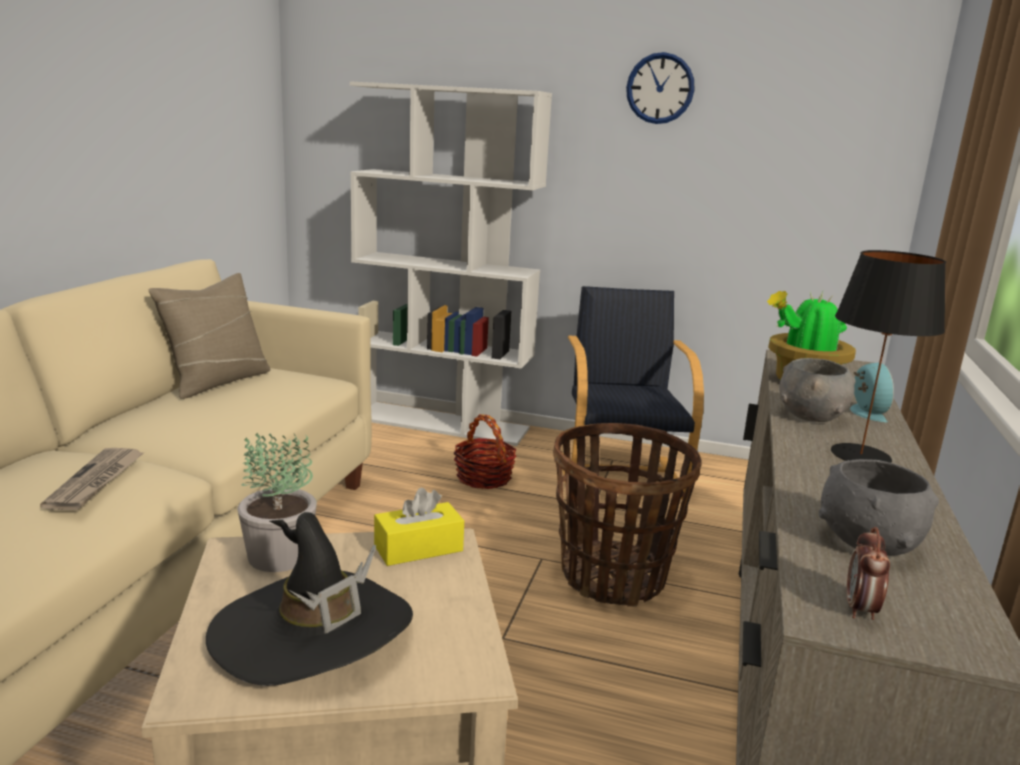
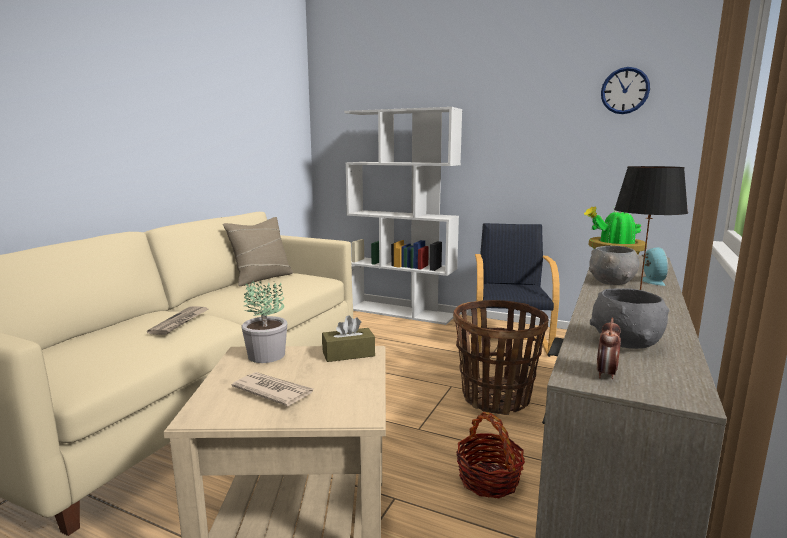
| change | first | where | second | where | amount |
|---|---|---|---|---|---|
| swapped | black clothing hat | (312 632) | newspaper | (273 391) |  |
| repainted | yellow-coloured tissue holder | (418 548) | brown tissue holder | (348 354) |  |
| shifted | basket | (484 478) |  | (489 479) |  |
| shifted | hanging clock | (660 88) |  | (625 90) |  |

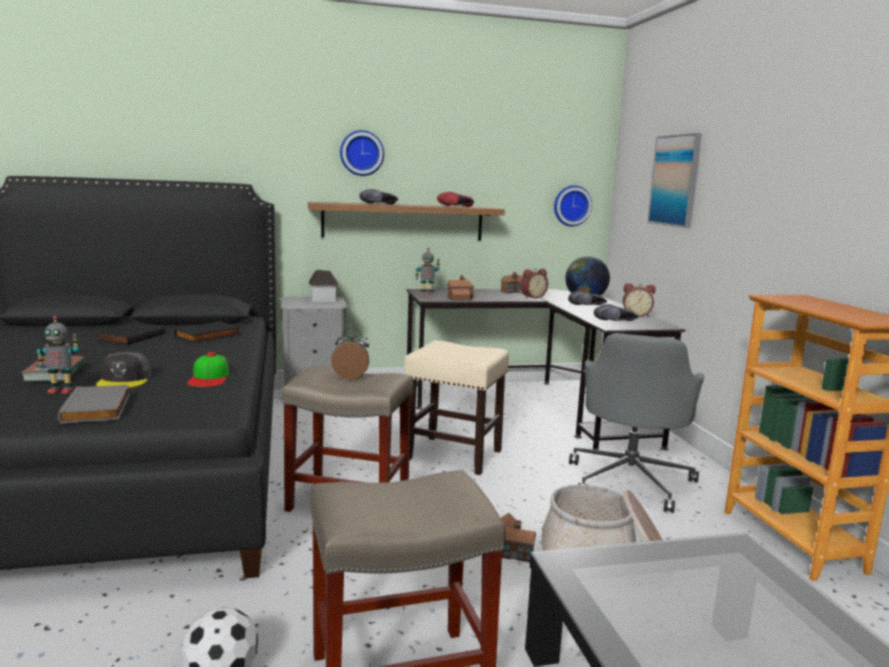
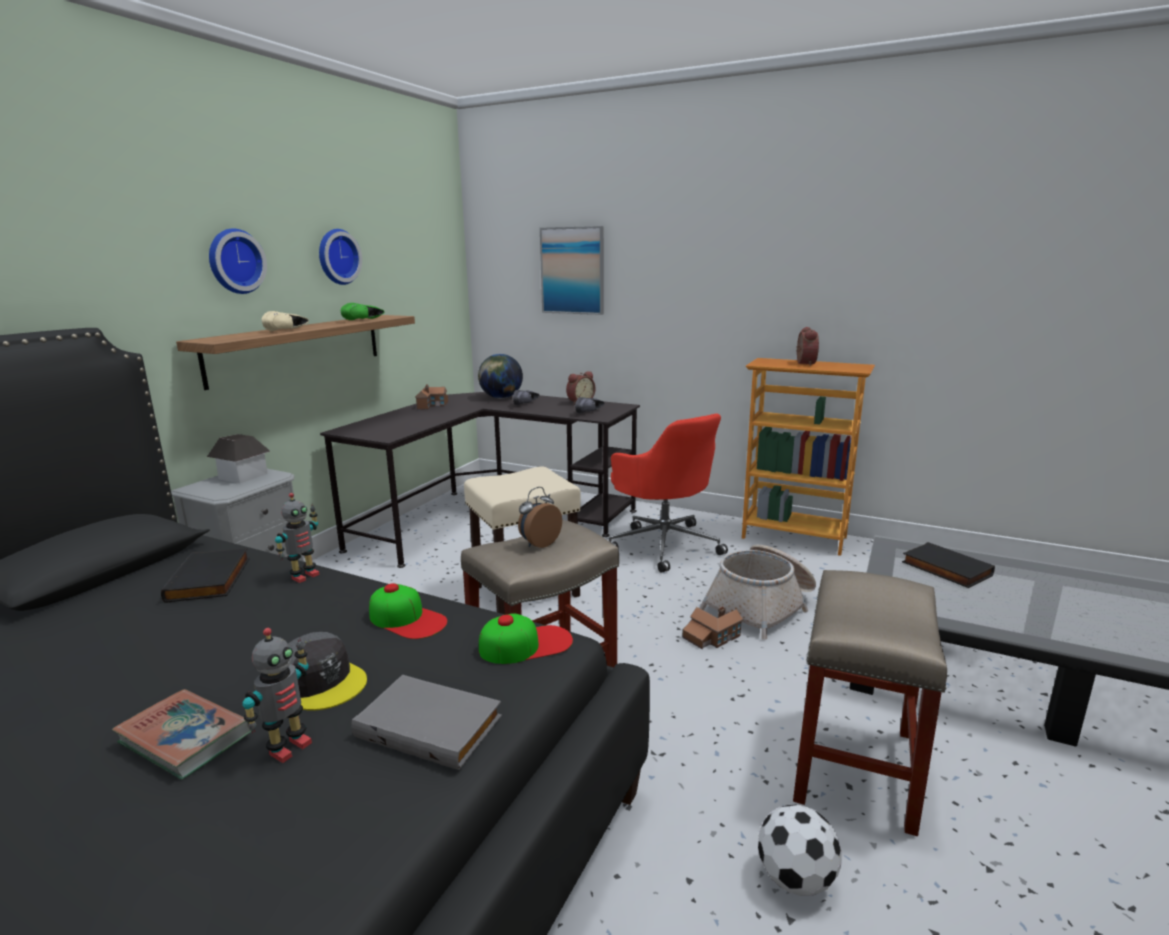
| change | first | where | second | where | amount |
|---|---|---|---|---|---|
| shifted | black book | (131 337) |  | (944 569) |  |
| repainted | black shoe | (380 204) | beige shoe | (287 330) |  |
| shifted | model robot | (426 294) |  | (304 576) |  |
| repainted | red-coloured shoe | (456 206) | green shoe | (364 320) |  |
| gone | model house | (460 297) |  |  |  |
| shifted | table clock | (532 297) |  | (803 363) |  |
| shifted | hanging clock | (571 205) |  | (336 257) |  |
| repainted | grey office chair | (630 480) | red-coloured office chair | (664 544) |  |
| new |  |  | cap | (526 644) |  |

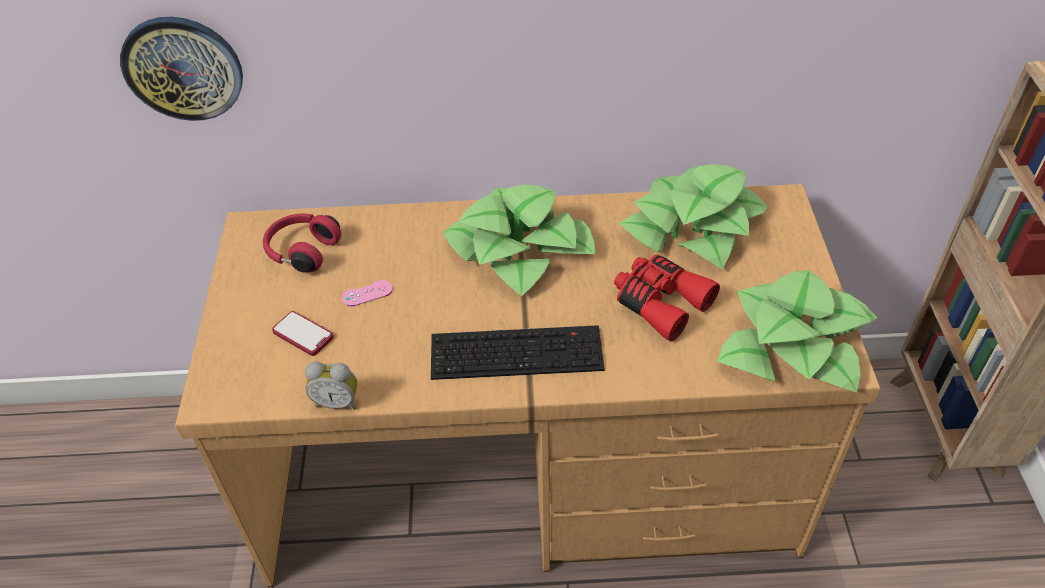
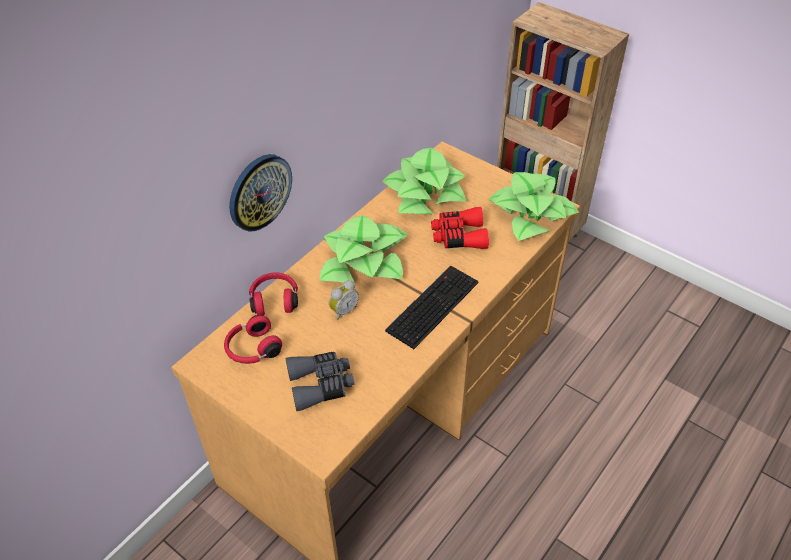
| change | first | where | second | where | amount |
|---|---|---|---|---|---|
| shifted | hanging clock | (183 68) |  | (259 192) |  |
| swapped | phone | (303 334) | grey pair of binoculars | (321 384) |  |
| shifted | table clock | (337 401) |  | (343 310) |  |
| gone | pink game controller | (367 293) |  |  |  |
| new |  |  | red-coloured pair of headphones | (274 300) |  |

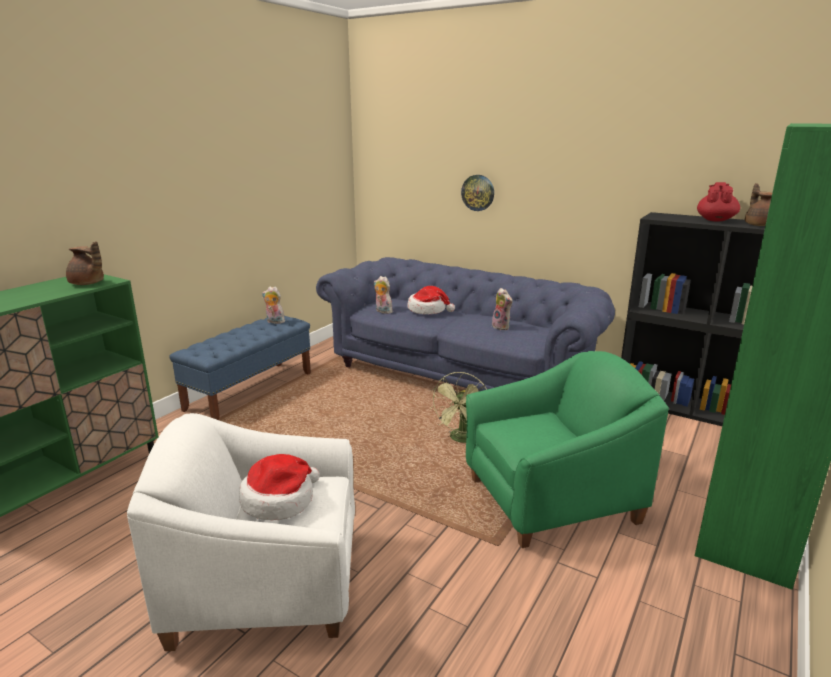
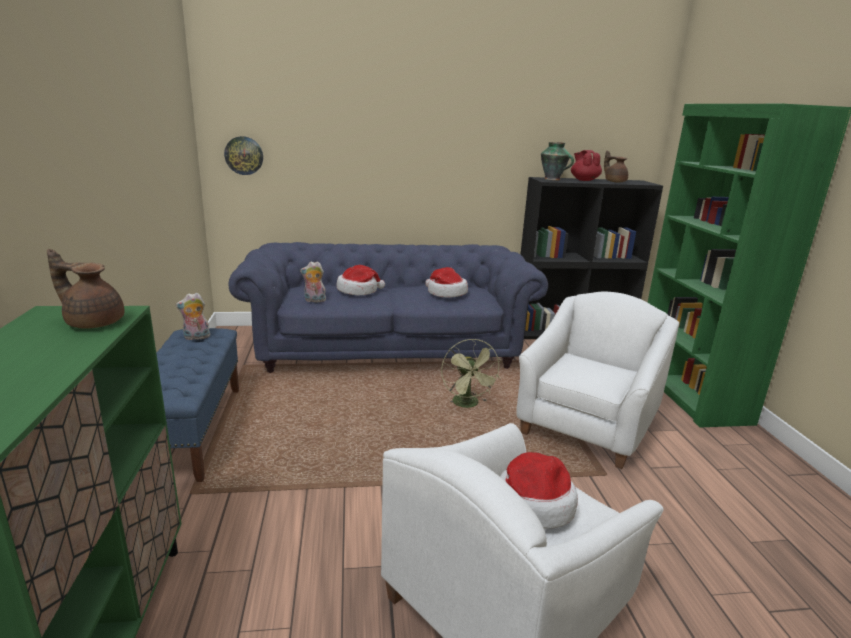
| change | first | where | second | where | amount |
|---|---|---|---|---|---|
| rotated | brown pot for tea | (88 283) |  | (93 322) | 150 degrees counterclockwise |
| shifted | hanging clock | (478 192) |  | (244 155) |  |
| repainted | green easy chair | (550 499) | white easy chair | (587 426) |  |
| swapped | soft toy | (502 327) | clothing hat | (446 293) |  |
| new |  |  | flower vase | (553 179) |  |

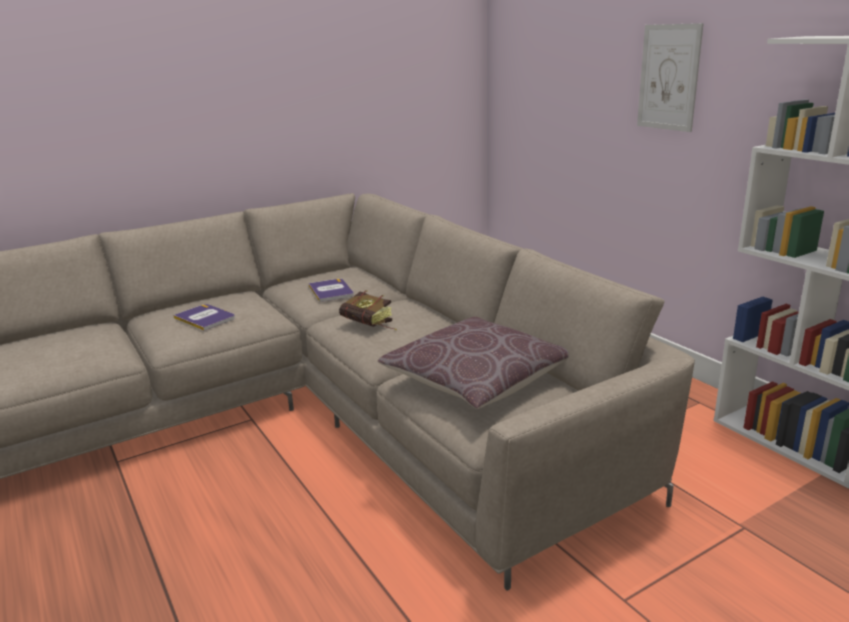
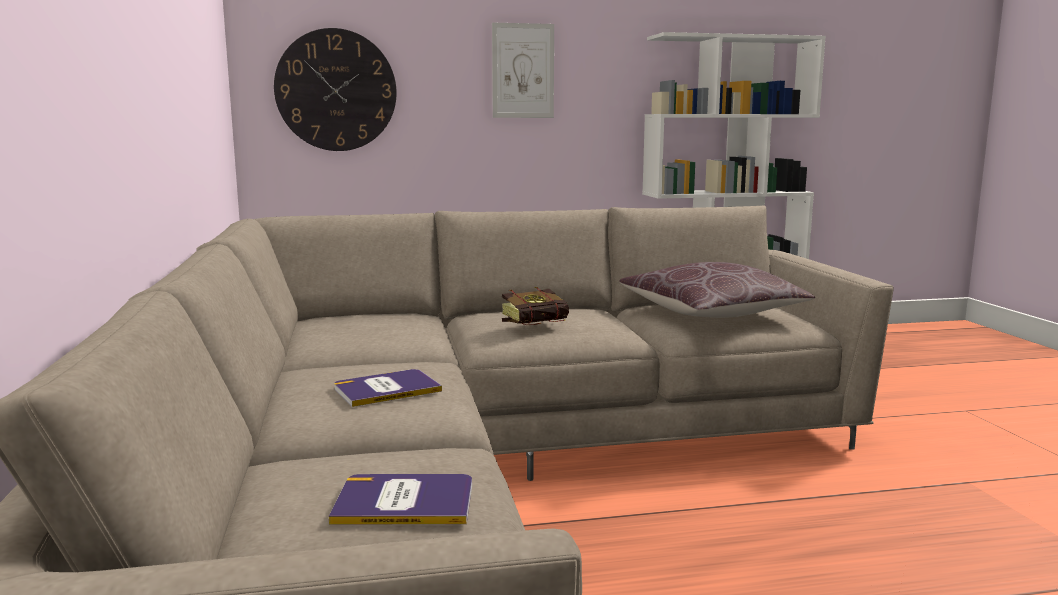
| change | first | where | second | where | amount |
|---|---|---|---|---|---|
| shifted | book | (331 291) |  | (405 501) |  |
| new |  |  | hanging clock | (336 90) |  |

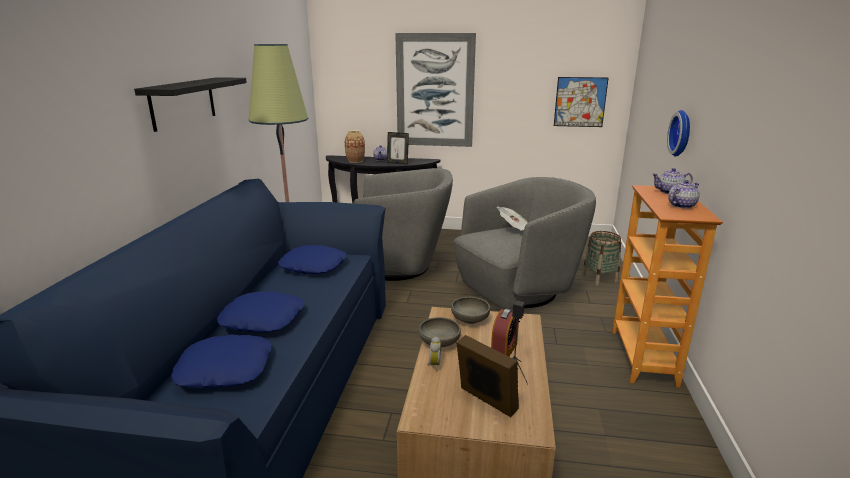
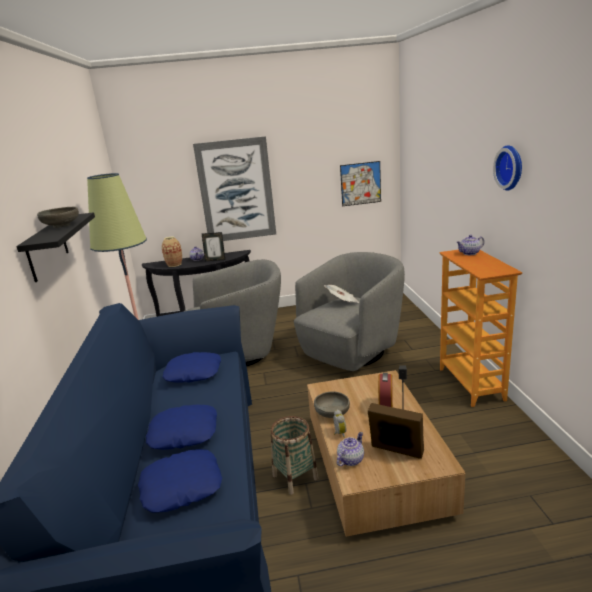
| change | first | where | second | where | amount |
|---|---|---|---|---|---|
| shifted | grey deep dish | (470 319) |  | (61 225) |  |
| shifted | basket | (599 278) |  | (295 477) |  |
| shifted | hanging clock | (682 133) |  | (511 167) |  |
| shifted | pot for tea | (681 205) |  | (350 460) |  |

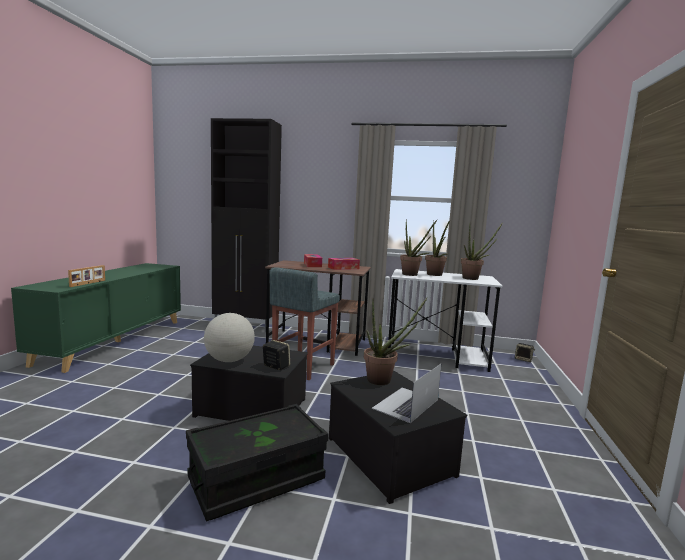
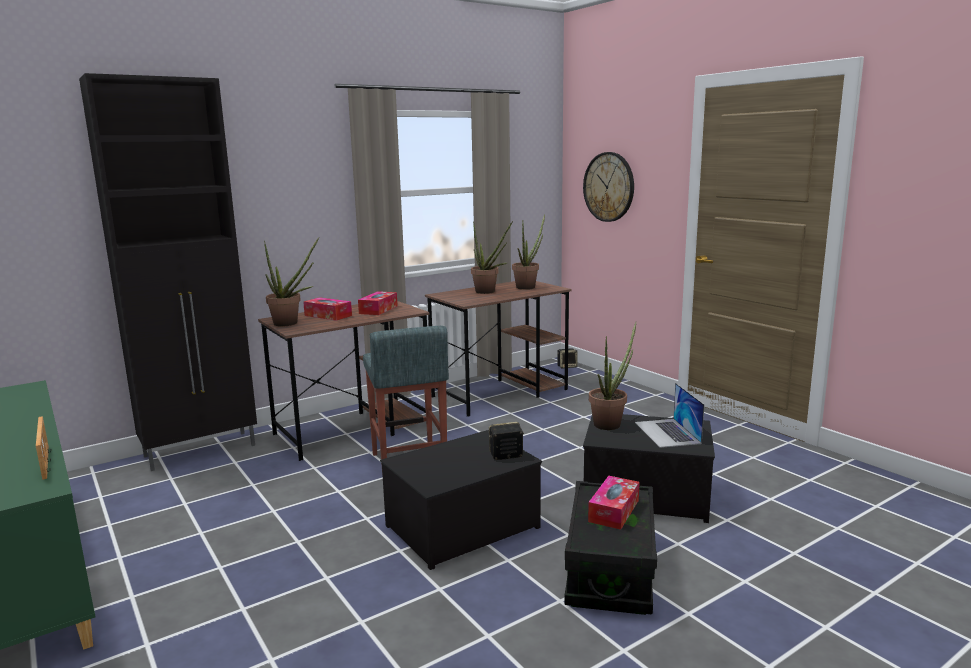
| change | first | where | second | where | amount |
|---|---|---|---|---|---|
| gone | globe | (229 360) |  |  |  |
| repainted | white desk table | (437 356) | brown desk table | (501 393) |  |
| shifted | plant in a pot | (412 275) |  | (291 323) |  |
| new |  |  | hanging clock | (609 187) |  |
| new |  |  | tissue holder | (614 511) |  |

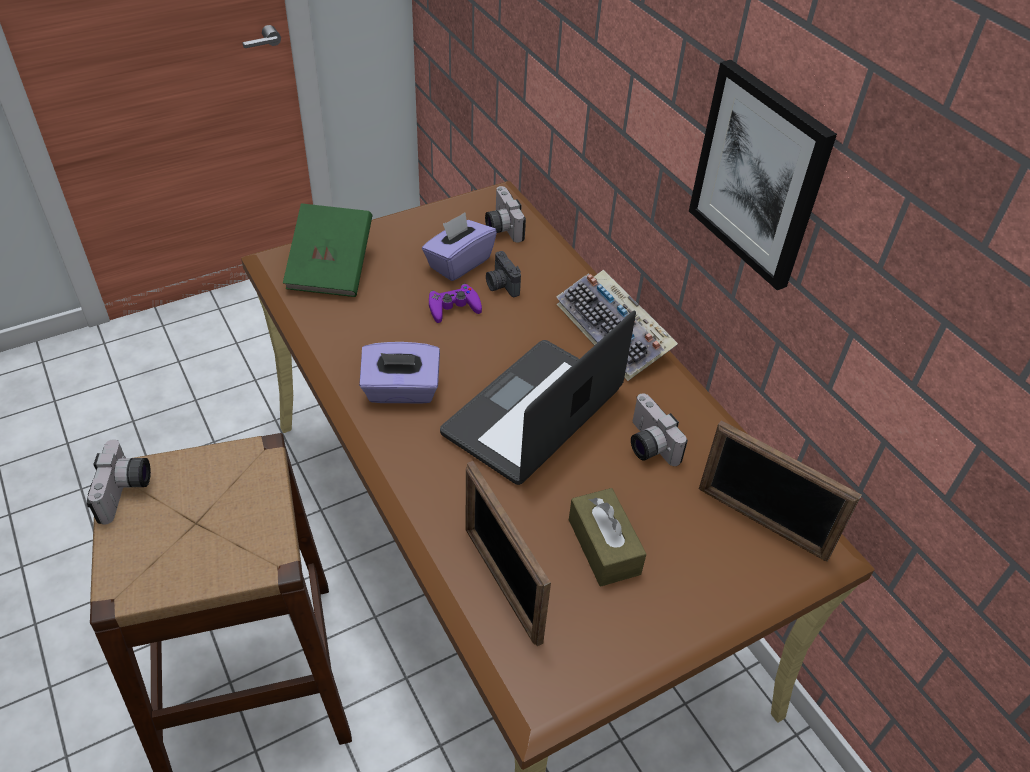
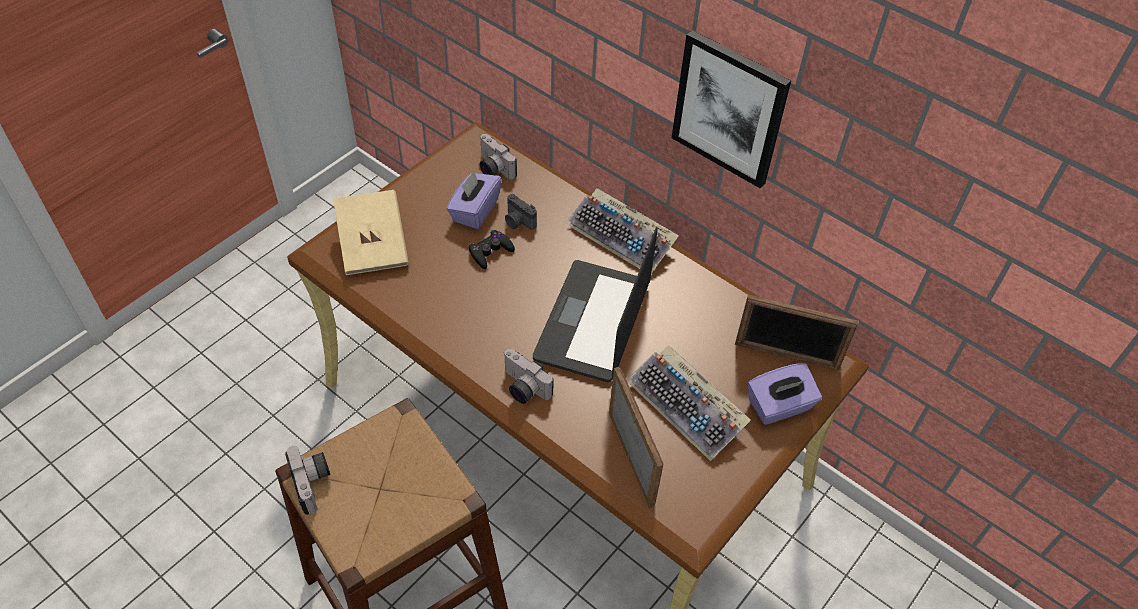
| change | first | where | second | where | amount |
|---|---|---|---|---|---|
| repainted | green book | (331 269) | beige book | (373 246) |  |
| shifted | purple tissue holder | (401 391) |  | (779 406) |  |
| repainted | purple game controller | (453 307) | black game controller | (490 252) |  |
| rotated | standing frame | (502 583) |  | (631 458) | 150 degrees counterclockwise |
| swapped | brown tissue holder | (604 546) | PC keyboard | (688 408) |  |
| shifted | still camera | (647 445) |  | (522 388) |  |

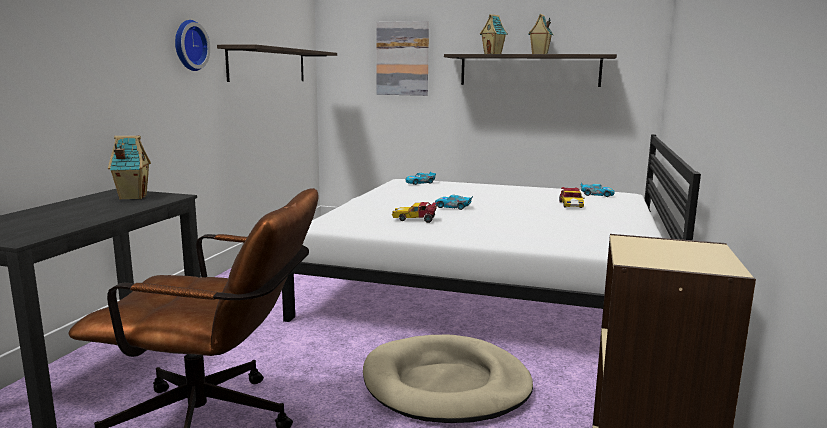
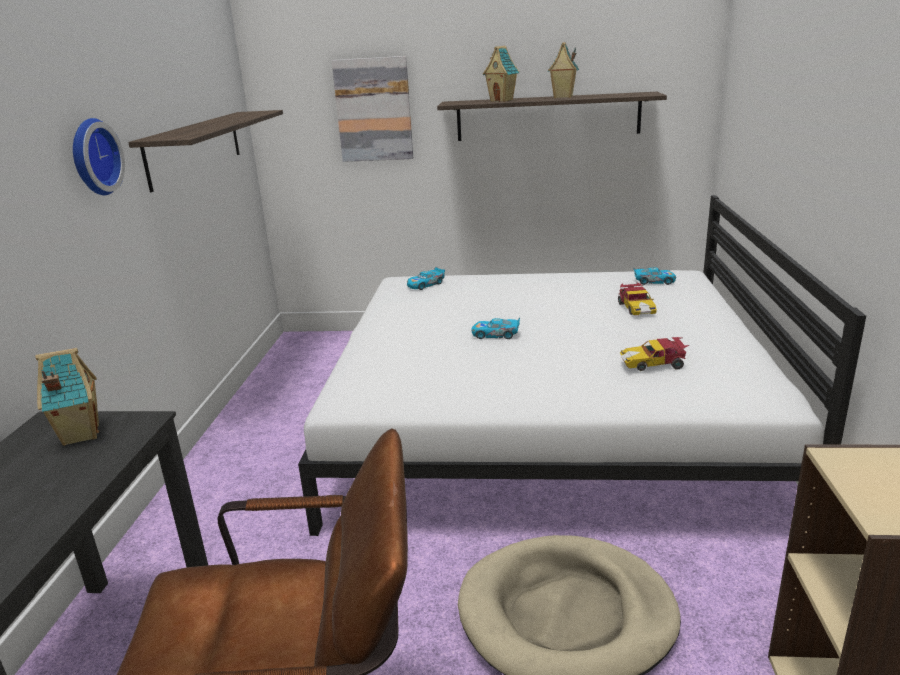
| change | first | where | second | where | amount |
|---|---|---|---|---|---|
| shifted | model car | (416 219) |  | (654 364) |  |

